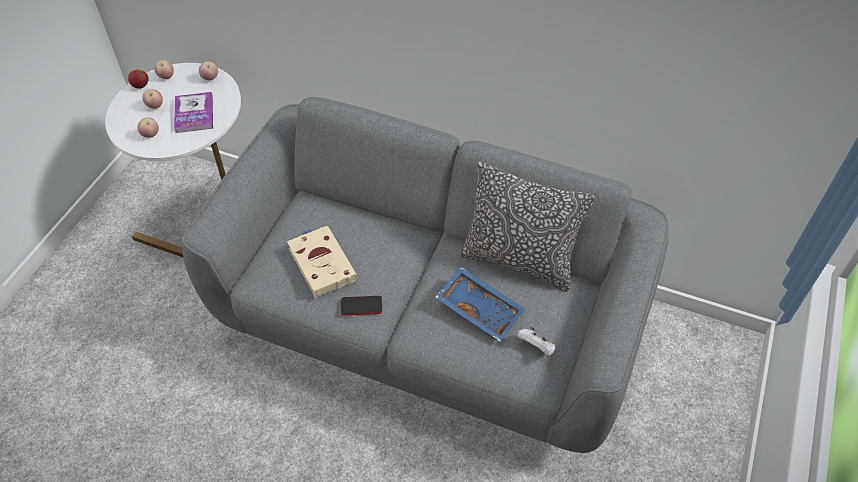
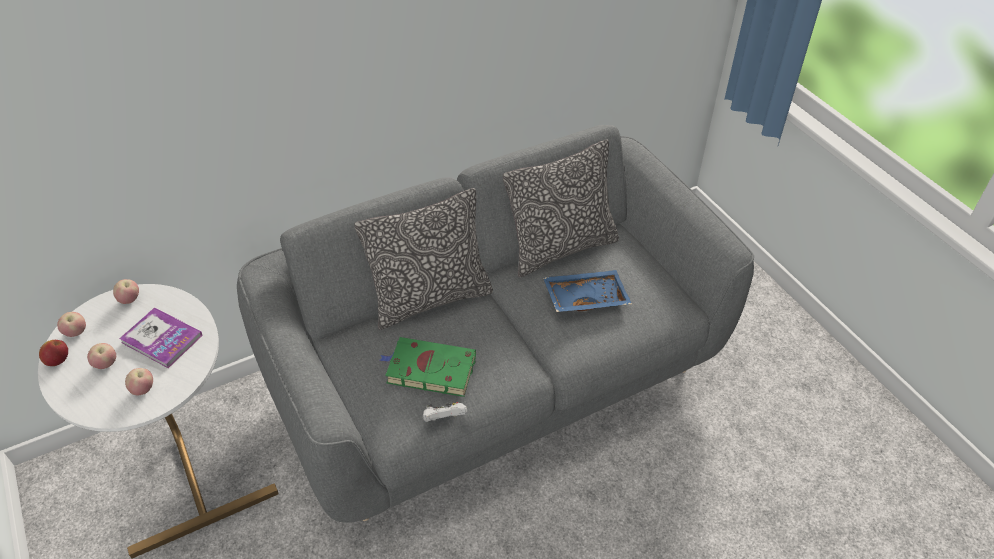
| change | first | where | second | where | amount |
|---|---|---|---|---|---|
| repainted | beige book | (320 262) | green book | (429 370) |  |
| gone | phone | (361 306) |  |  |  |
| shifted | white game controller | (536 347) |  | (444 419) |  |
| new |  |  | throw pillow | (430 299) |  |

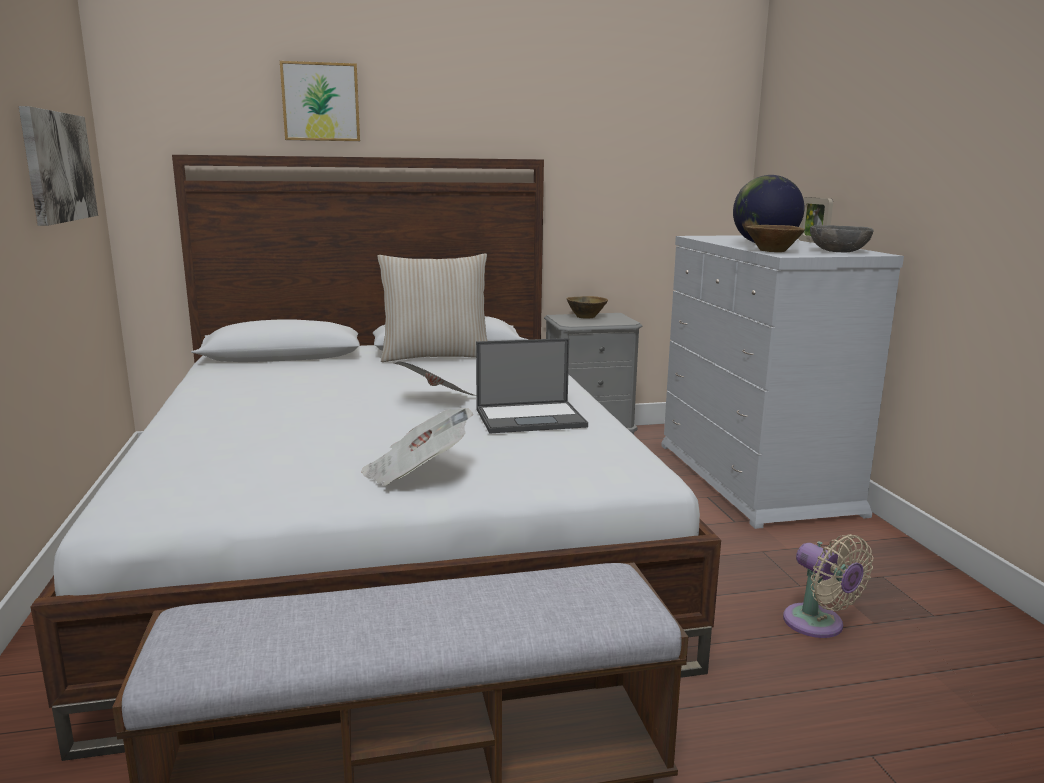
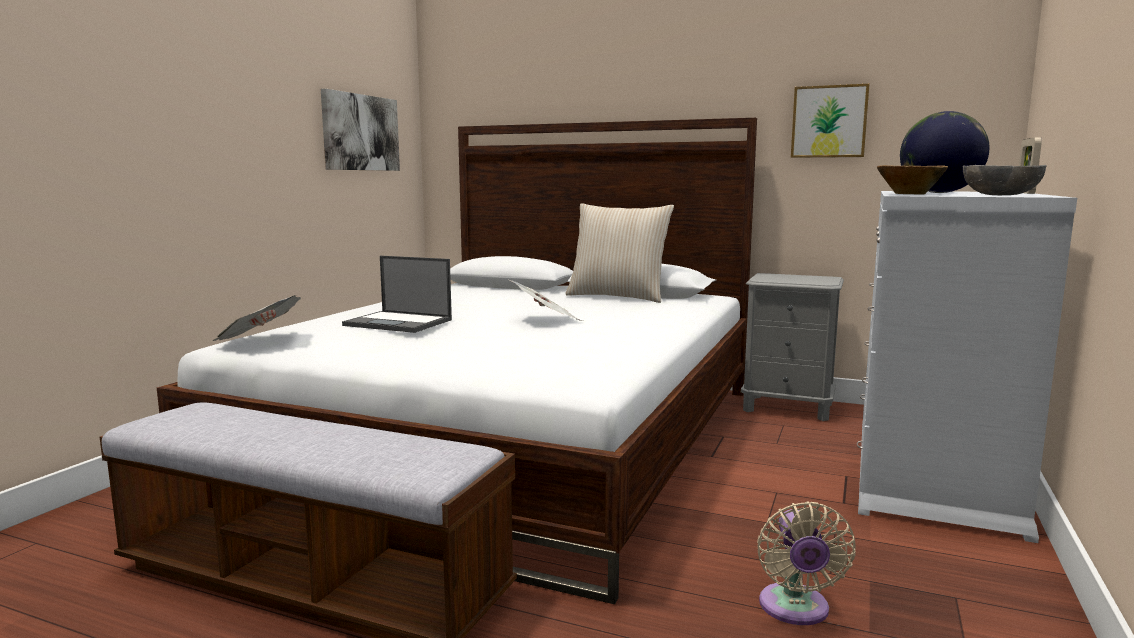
| change | first | where | second | where | amount |
|---|---|---|---|---|---|
| shifted | wall picture | (321 102) |  | (829 122) |  |
| shifted | newspaper | (416 473) |  | (259 341) |  |
| shifted | portable computer | (531 418) |  | (399 323) |  |
| gone | brown deep dish | (586 317) |  |  |  |

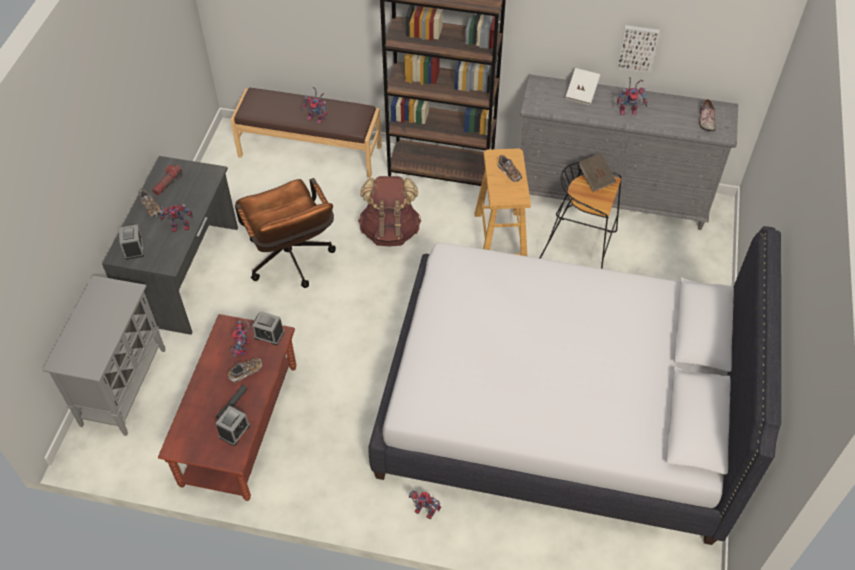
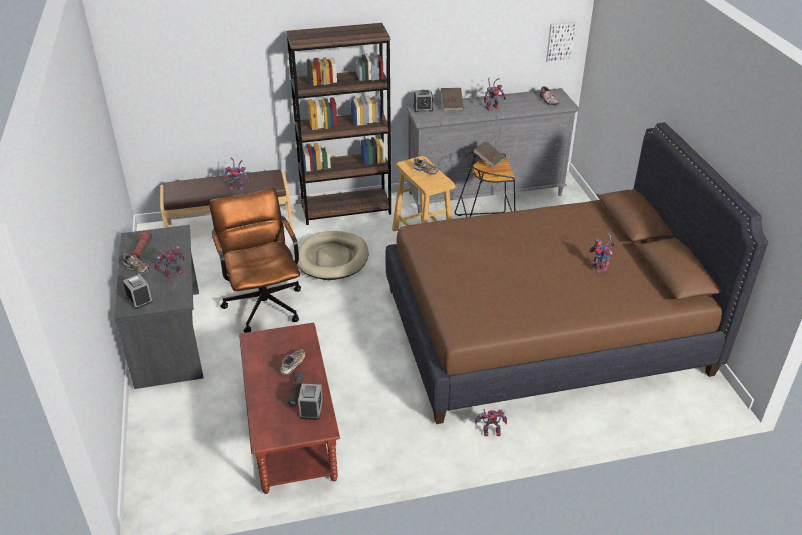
| change | first | where | second | where | amount |
|---|---|---|---|---|---|
| gone | grey cabinet | (124 386) |  |  |  |
| shifted | model robot | (244 349) |  | (600 268) |  |
| rotated | brown office chair | (292 262) |  | (263 301) | 150 degrees counterclockwise |
| shifted | table clock | (269 334) |  | (423 108) |  |
| swapped | brown backpack | (390 231) | beige dog bed | (332 258) |  |
| repainted | white bed | (558 408) | brown bed | (543 329) |  |
| repainted | white book | (581 93) | brown book | (451 105) |  |
| shifted | wall picture | (638 47) |  | (560 41) |  |

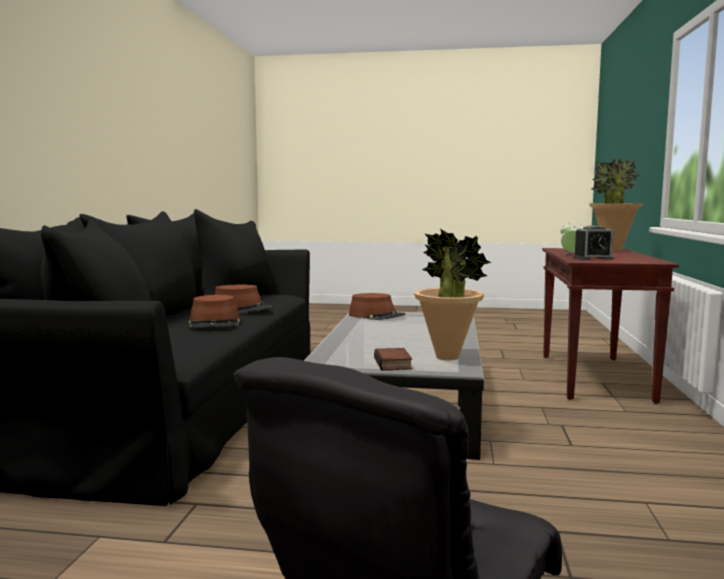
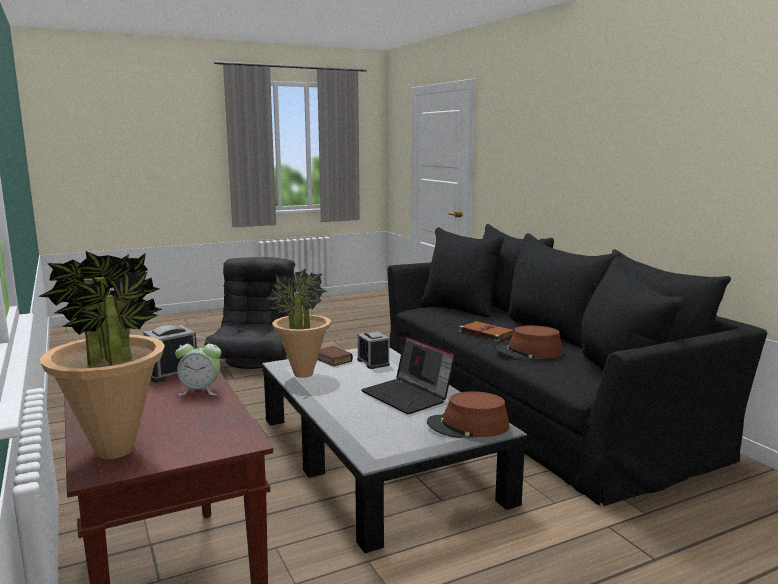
| change | first | where | second | where | amount |
|---|---|---|---|---|---|
| swapped | brown clothing hat | (215 324) | brown book | (486 333) |  |
| new |  |  | table clock | (373 362) |  |
| new |  |  | portable computer | (408 396) |  |

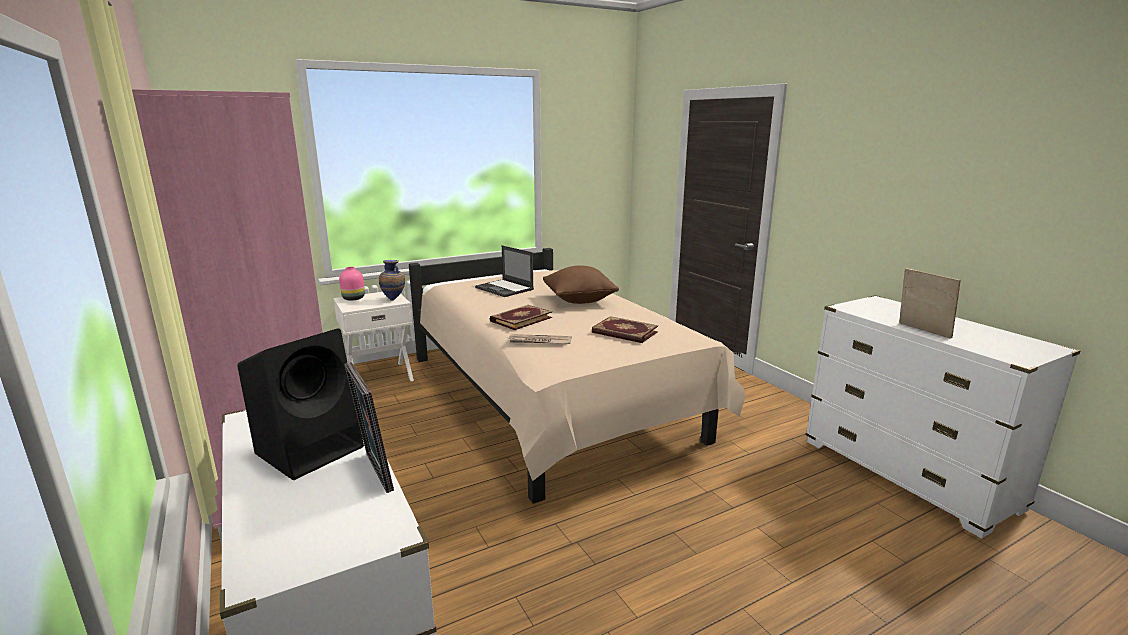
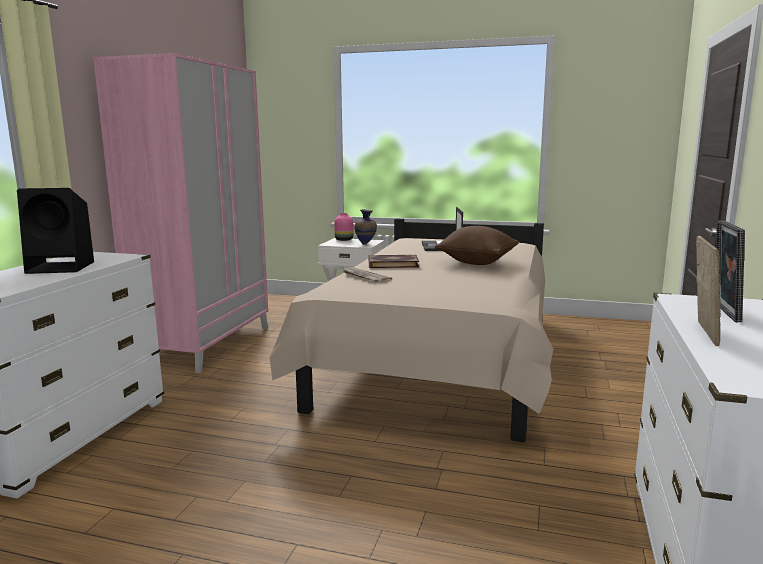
| change | first | where | second | where | amount |
|---|---|---|---|---|---|
| shifted | standing frame | (374 473) |  | (722 312) |  |
| gone | book | (624 333) |  |  |  |

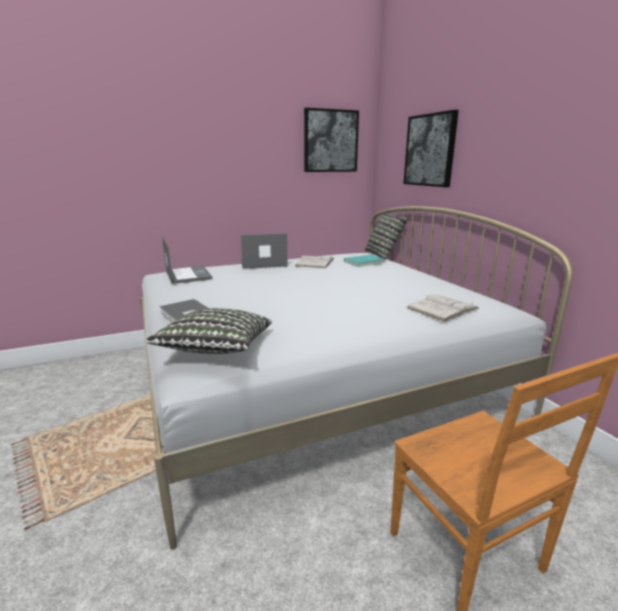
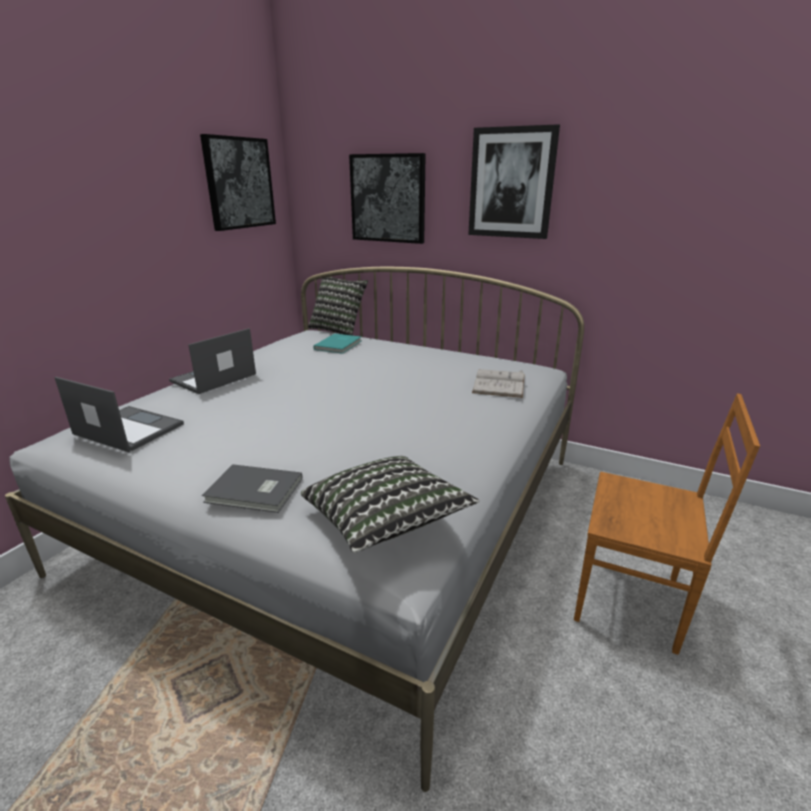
| change | first | where | second | where | amount |
|---|---|---|---|---|---|
| gone | white book | (315 262) |  |  |  |
| new |  |  | wall picture | (511 183) |  |

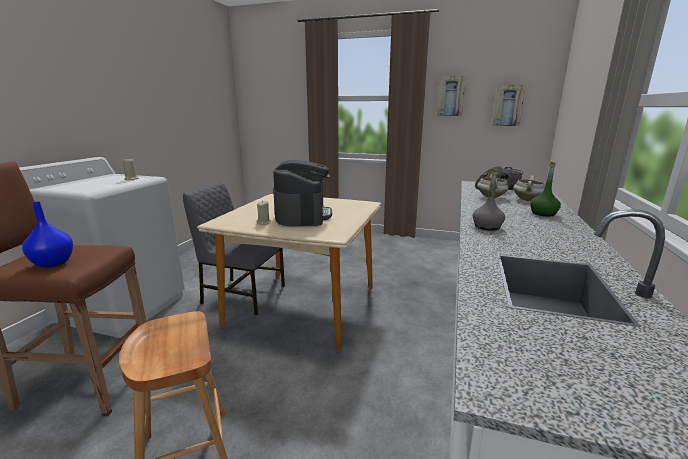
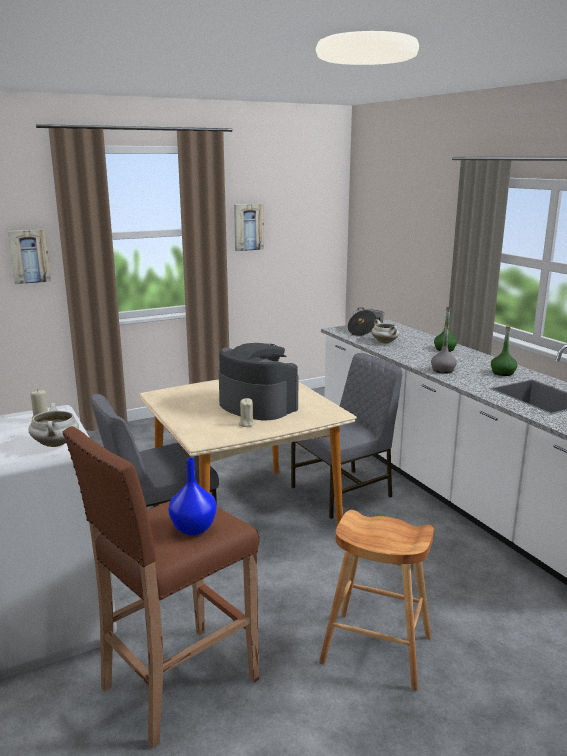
| change | first | where | second | where | amount |
|---|---|---|---|---|---|
| shifted | wall picture | (508 105) |  | (29 256) |  |
| shifted | white saucepot | (528 200) |  | (56 444) |  |
| new |  |  | grey upright chair | (343 492) |  |
| new |  |  | green drink bottle | (503 373) |  |

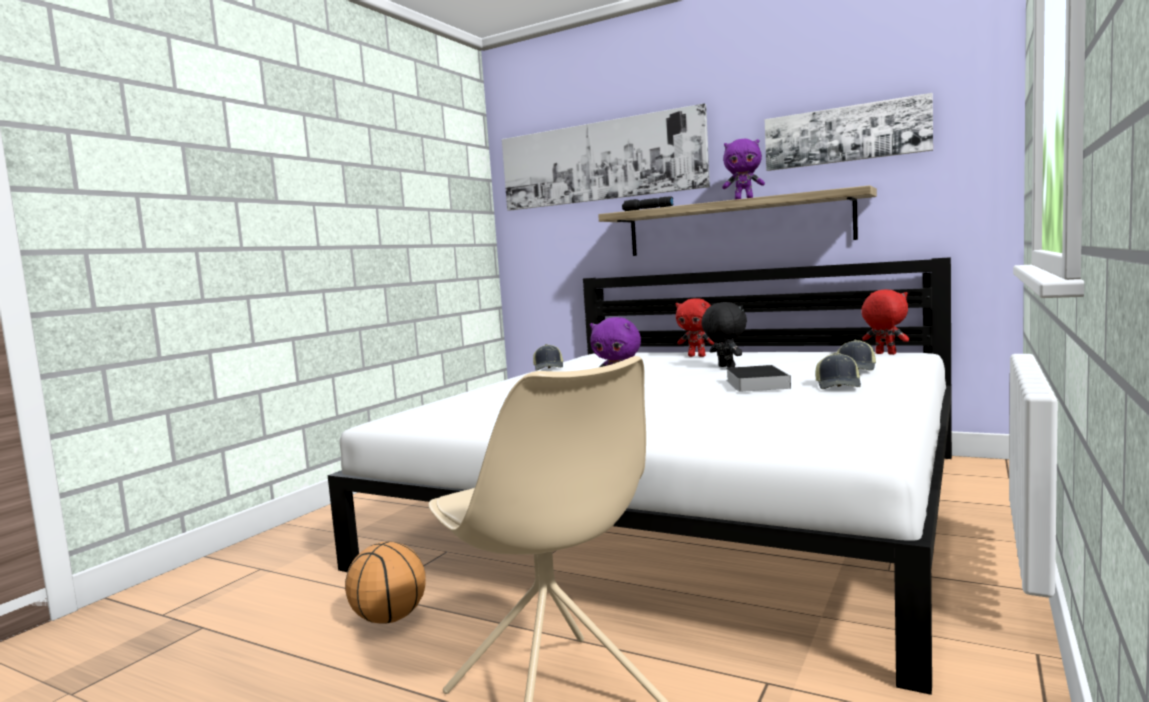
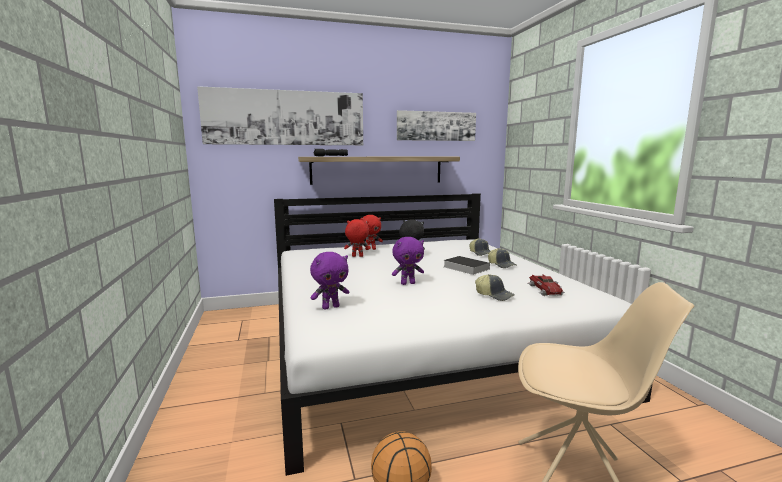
| change | first | where | second | where | amount |
|---|---|---|---|---|---|
| shifted | cap | (549 368) |  | (494 295) |  |
| shifted | purple soft toy | (744 199) |  | (330 307) |  |
| shifted | red-coloured soft toy | (884 354) |  | (357 256) |  |
| new |  |  | model car | (545 290) |  |

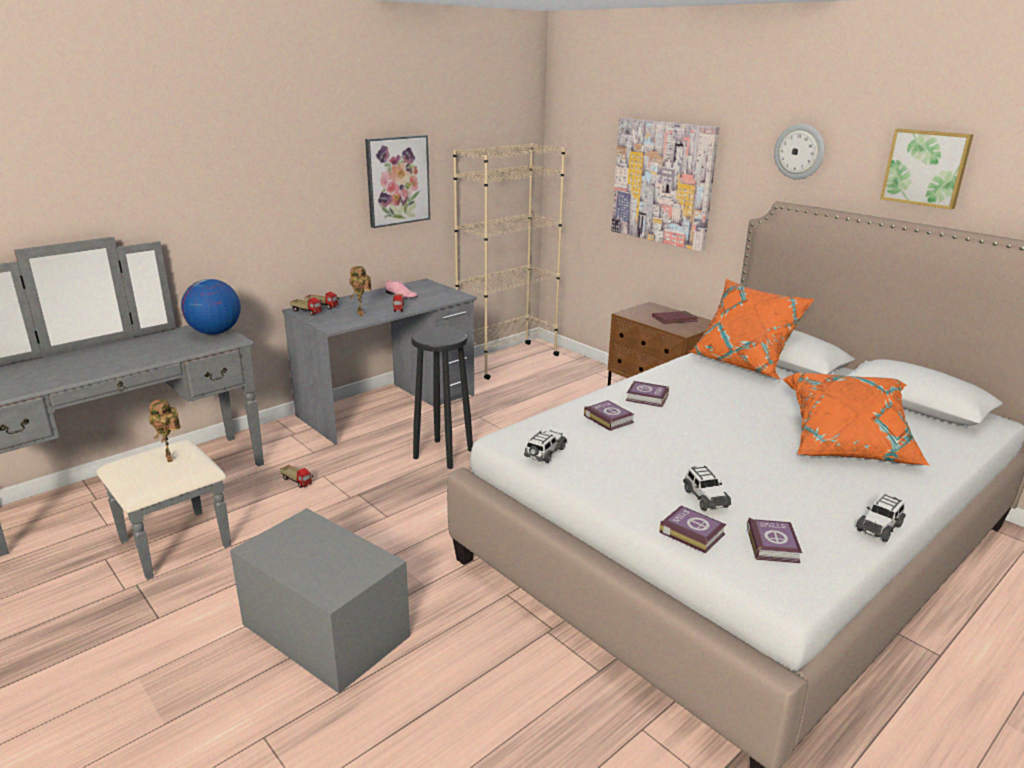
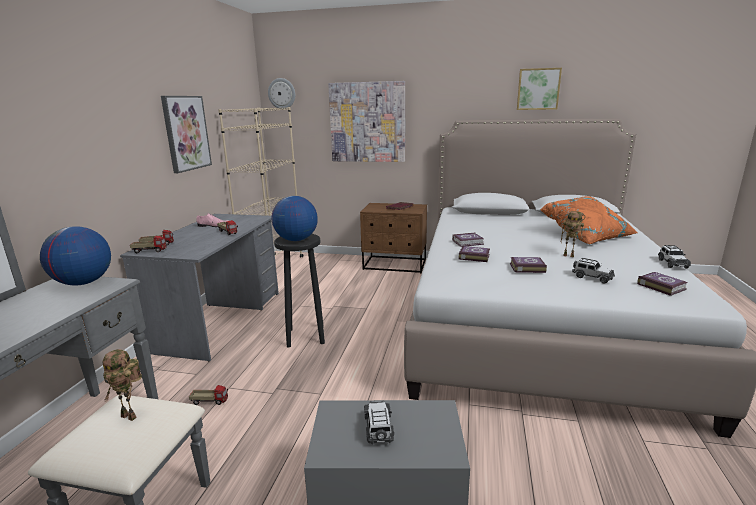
| change | first | where | second | where | amount |
|---|---|---|---|---|---|
| shifted | model robot | (362 314) |  | (569 255) |  |
| shifted | model car | (544 453) |  | (378 429) |  |
| shifted | book | (691 532) |  | (526 267) |  |
| gone | orangey throw pillow | (743 363) |  |  |  |
| shifted | hanging clock | (799 151) |  | (282 93) |  |
| new |  |  | globe | (296 240) |  |

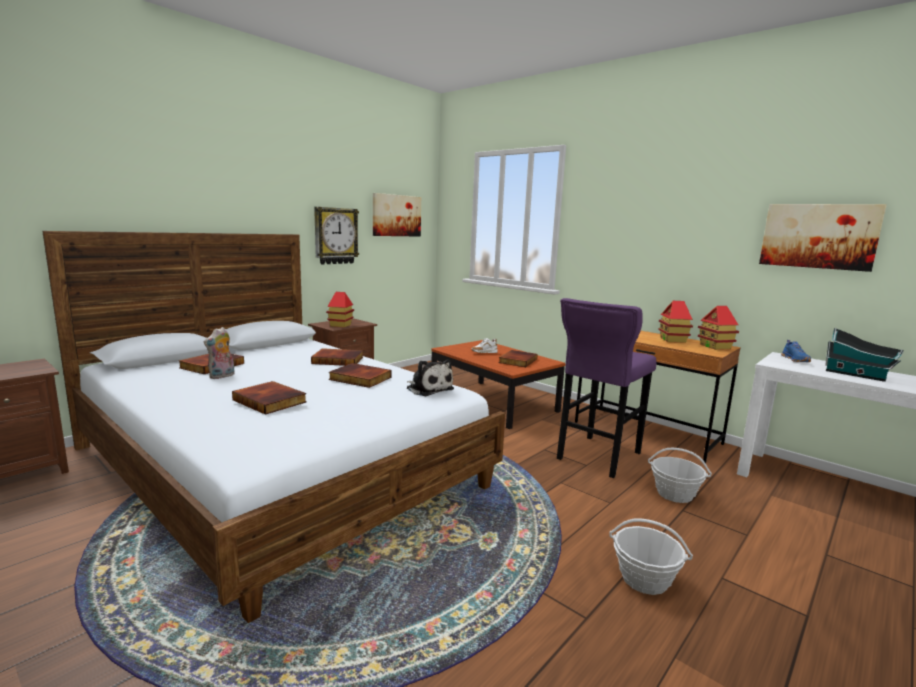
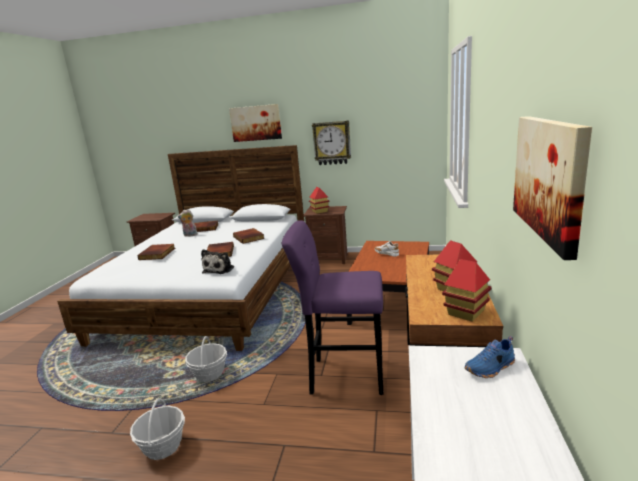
| change | first | where | second | where | amount |
|---|---|---|---|---|---|
| shifted | wall picture | (396 215) |  | (256 123) |  |
| gone | book | (517 360) |  |  |  |
| shifted | basket | (674 494) |  | (209 374) |  |
| gone | model house | (857 375) |  |  |  |

